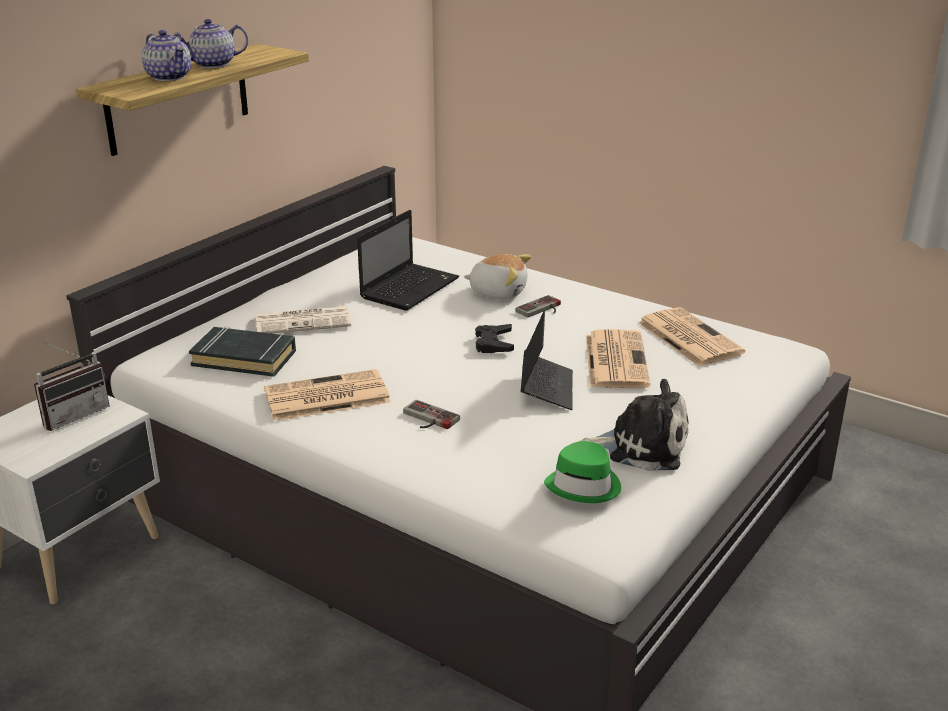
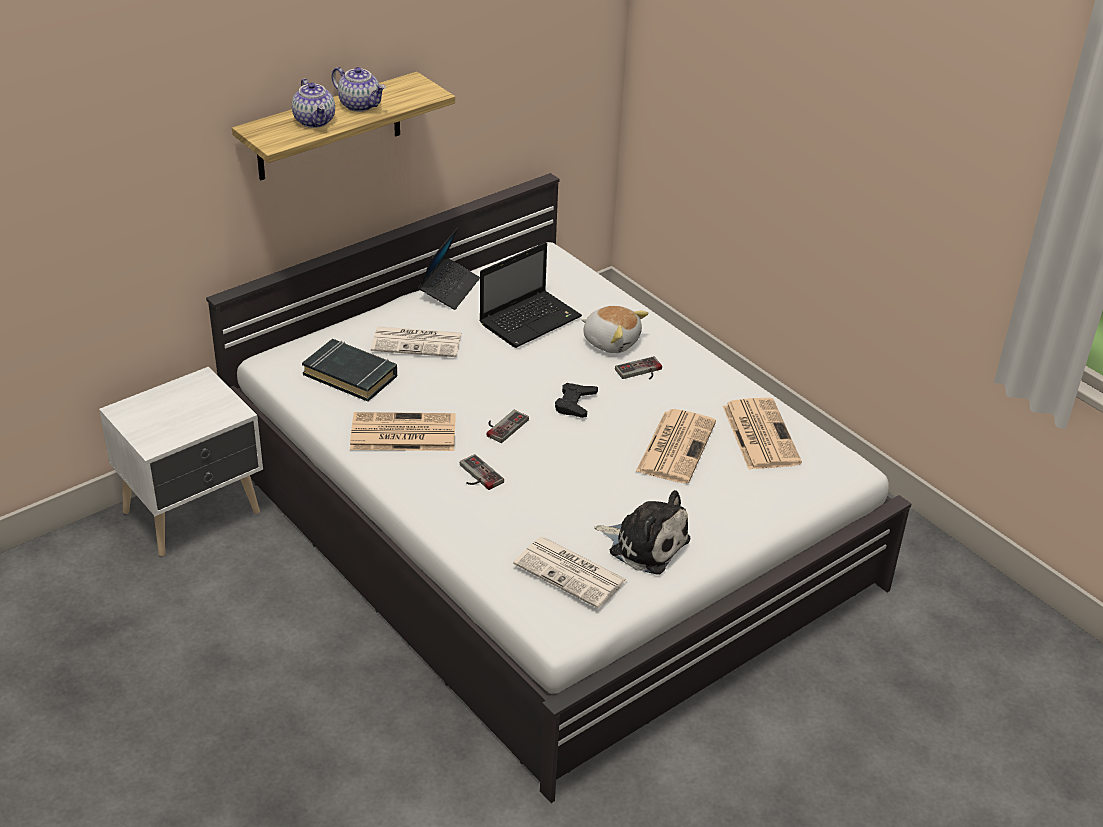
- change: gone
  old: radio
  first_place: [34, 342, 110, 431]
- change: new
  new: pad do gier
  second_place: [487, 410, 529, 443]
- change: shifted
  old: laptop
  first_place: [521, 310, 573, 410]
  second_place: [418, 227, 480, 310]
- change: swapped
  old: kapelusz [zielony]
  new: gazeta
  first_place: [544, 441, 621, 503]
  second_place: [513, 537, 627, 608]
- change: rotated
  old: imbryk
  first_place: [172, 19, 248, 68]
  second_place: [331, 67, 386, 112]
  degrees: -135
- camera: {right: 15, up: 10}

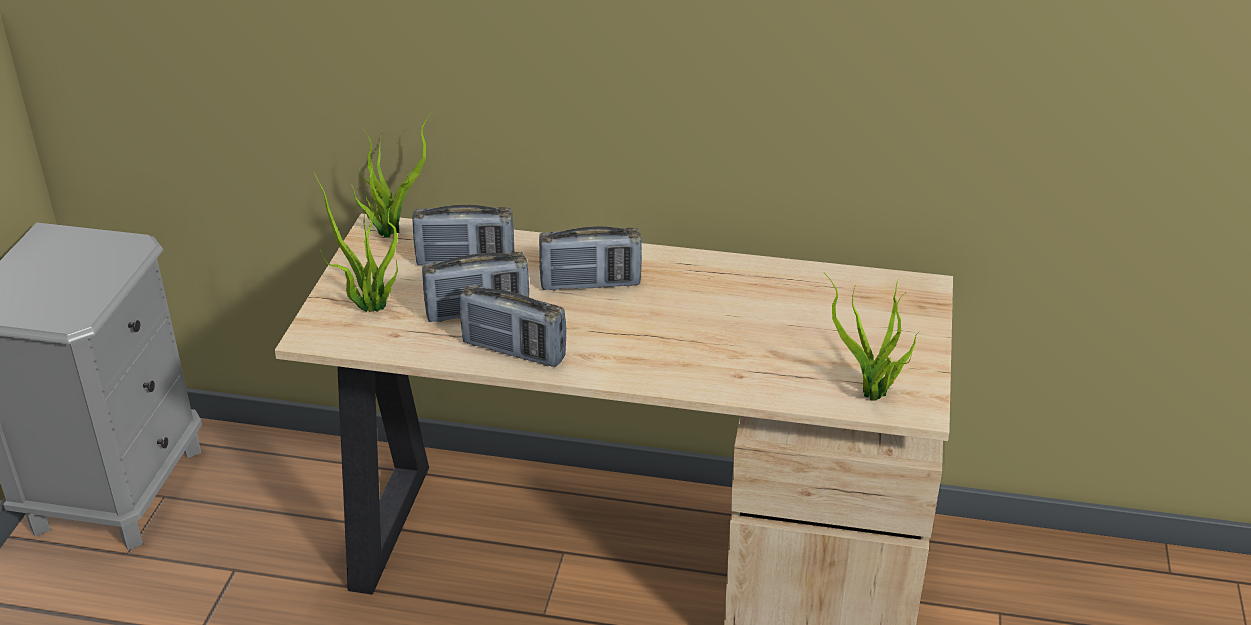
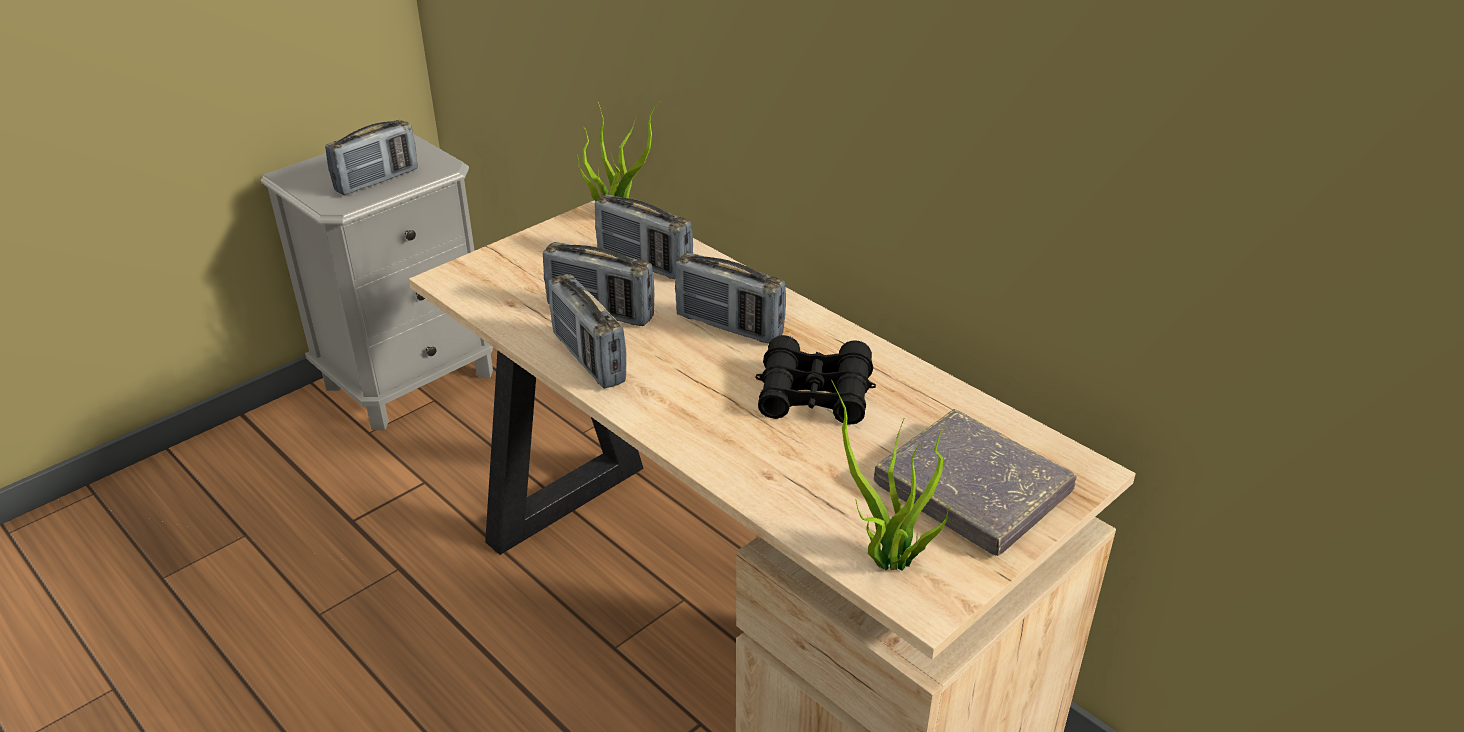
- change: gone
  old: roślina doniczkowa
  first_place: [313, 172, 398, 312]
- change: new
  new: radio
  second_place: [325, 120, 418, 195]
- change: new
  new: lornetka [czarny]
  second_place: [755, 335, 876, 425]
- change: new
  new: książka [szary]
  second_place: [874, 409, 1077, 556]
- camera: {right: 35, up: 0}

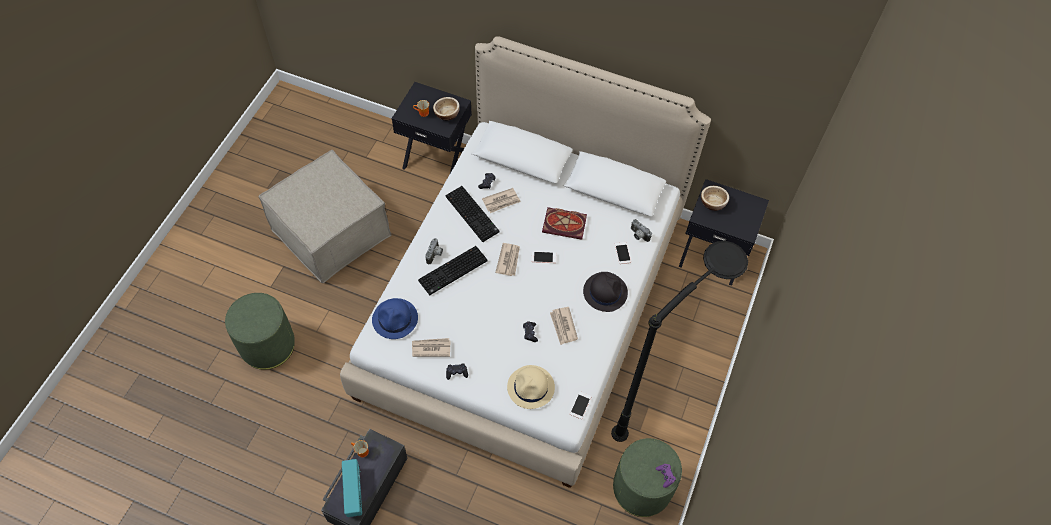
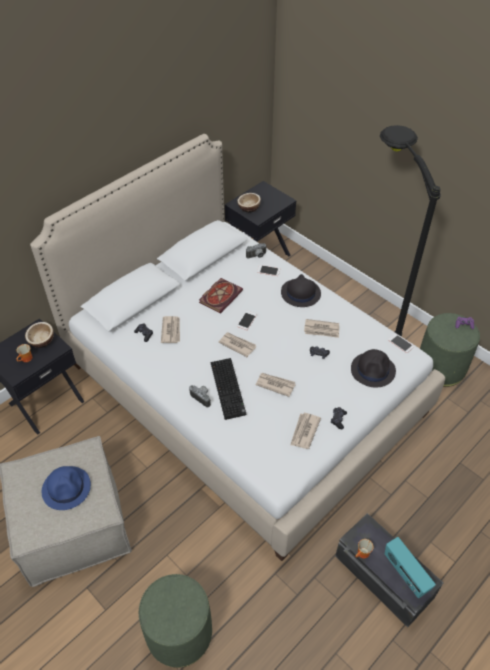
- change: gone
  old: klawiatura
  first_place: [446, 186, 499, 242]
- change: new
  new: gazeta
  second_place: [256, 373, 296, 397]
- change: shifted
  old: kapelusz [niebieski]
  first_place: [372, 298, 418, 339]
  second_place: [42, 466, 91, 510]
- change: repainted
  old: kapelusz [beżowy]
  new: kapelusz [czarny]
  first_place: [507, 365, 555, 409]
  second_place: [351, 349, 396, 388]
- change: rotated
  old: radio
  first_place: [342, 459, 362, 517]
  second_place: [385, 537, 436, 598]
  degrees: -135
- camera: {right: -65, up: -10}

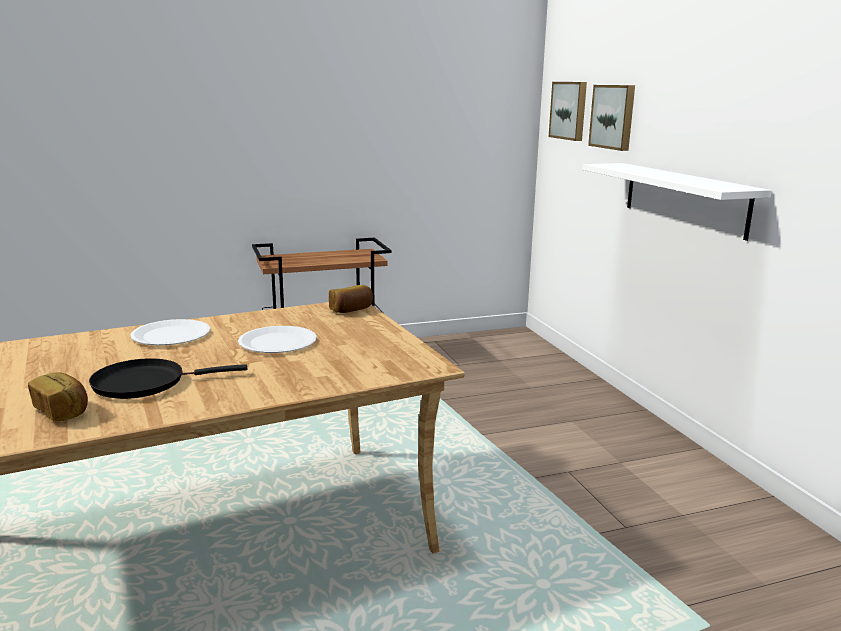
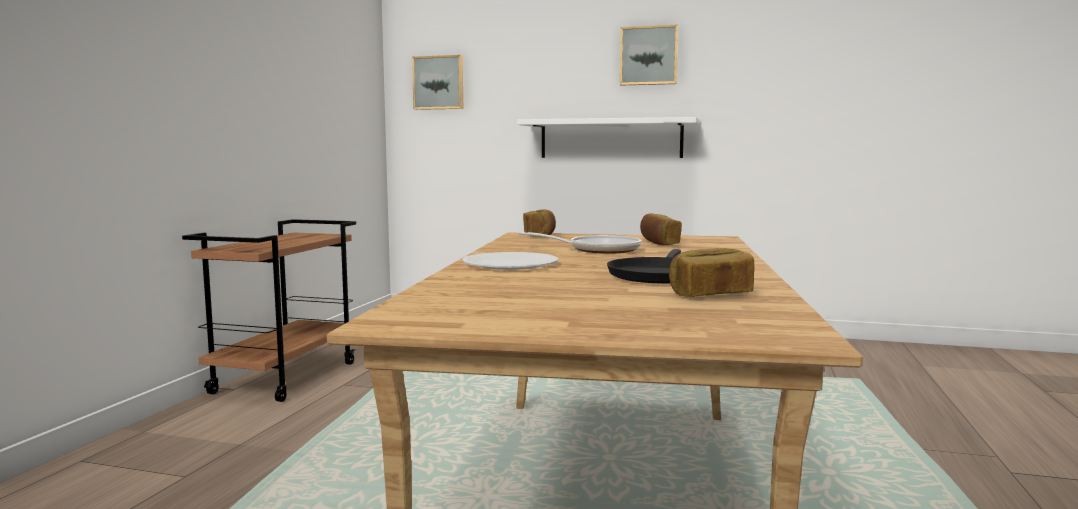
- change: new
  new: chleb
  second_place: [640, 213, 682, 245]
- change: shifted
  old: obraz
  first_place: [588, 85, 635, 151]
  second_place: [620, 24, 678, 86]
- change: swapped
  old: talerz [biały]
  new: patelnia
  first_place: [238, 326, 317, 353]
  second_place: [518, 232, 642, 254]
- camera: {right: -55, up: -10}

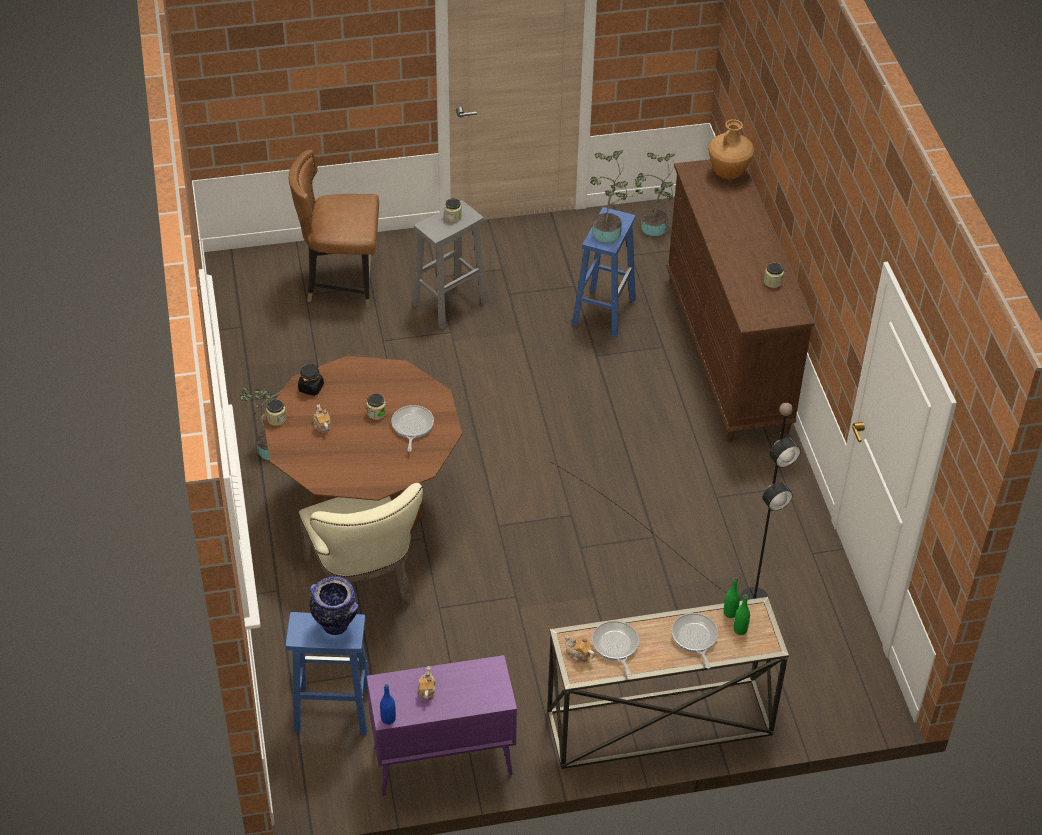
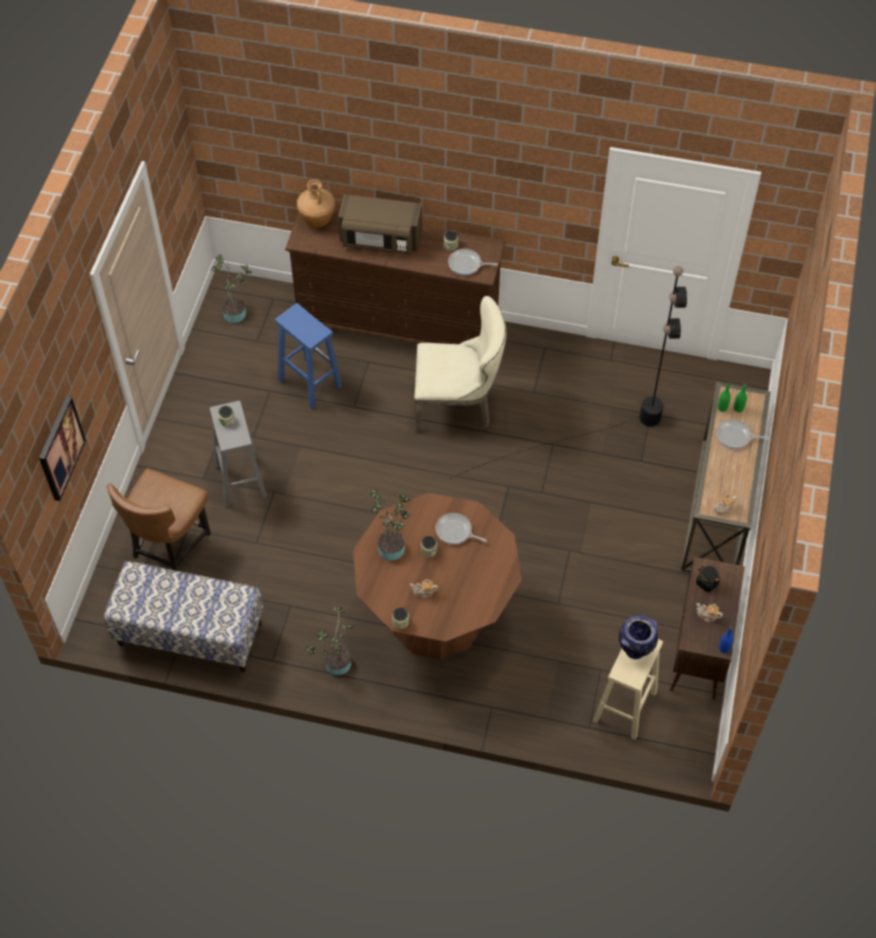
- change: new
  new: obraz
  second_place: [39, 396, 86, 501]
- change: new
  new: ławka
  second_place: [104, 561, 263, 672]
- change: new
  new: mikrofalówka [brązowy]
  second_place: [338, 194, 422, 255]
- change: shifted
  old: słoik [czarny]
  first_place: [298, 364, 324, 396]
  second_place: [696, 566, 720, 592]
- change: shifted
  old: krzesło [beżowy]
  first_place: [299, 483, 423, 608]
  second_place: [414, 296, 506, 432]
- change: shifted
  old: roślina doniczkowa
  first_place: [590, 150, 643, 243]
  second_place: [370, 488, 410, 561]
- change: shifted
  old: patelnia
  first_place: [592, 621, 639, 677]
  second_place: [448, 249, 498, 276]
- change: repainted
  old: stołek [niebieski]
  new: stołek [beżowy]
  first_place: [285, 612, 369, 735]
  second_place: [593, 639, 663, 740]
- change: repainted
  old: szafka [fioletowy]
  new: szafka [brązowy]
  first_place: [367, 655, 517, 796]
  second_place: [670, 557, 745, 700]
- camera: {right: -65, up: 10}

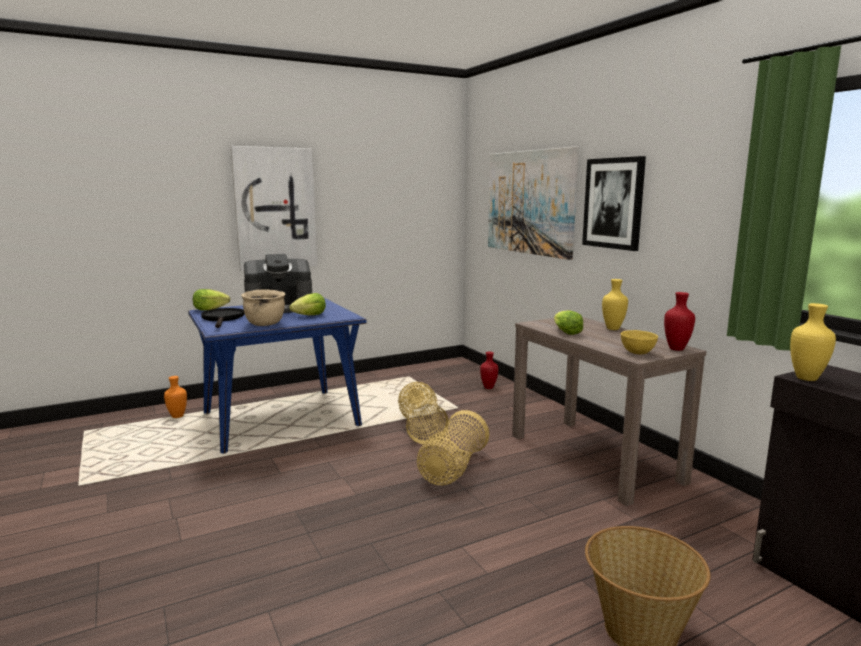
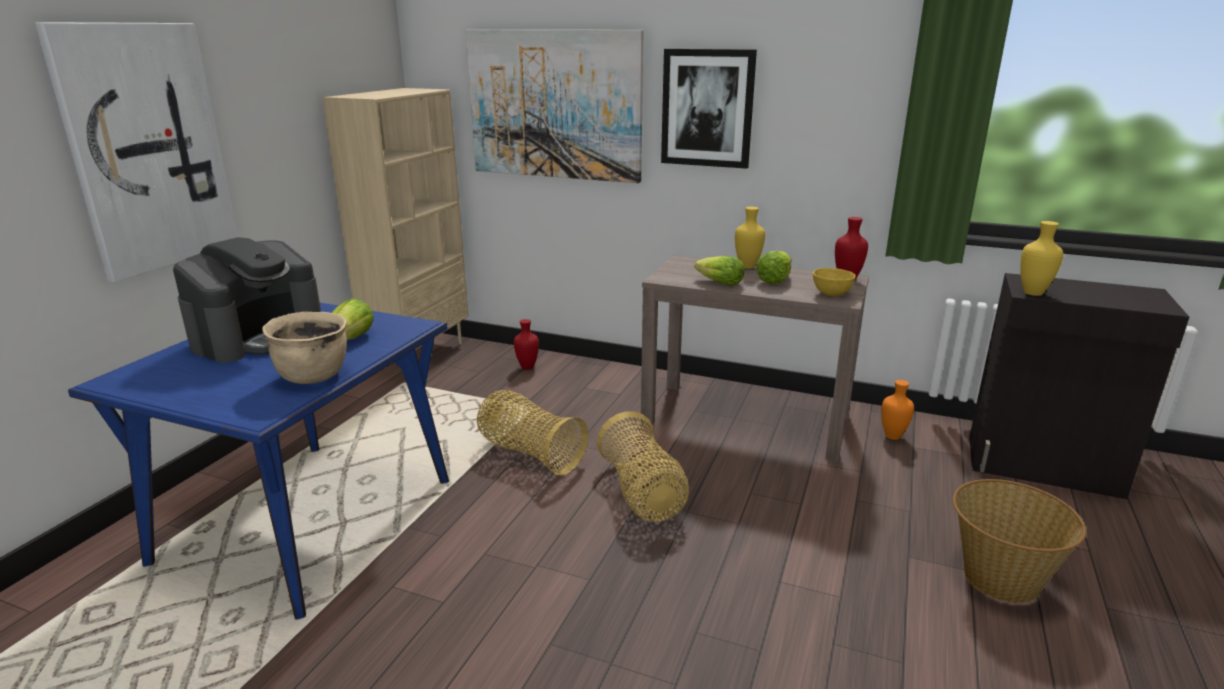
- change: gone
  old: patelnia [czarny]
  first_place: [201, 308, 245, 328]
- change: new
  new: regał [beżowy]
  second_place: [323, 88, 468, 350]
- change: shifted
  old: wazon [pomarańczowy]
  first_place: [164, 376, 187, 418]
  second_place: [881, 380, 914, 440]
- change: shifted
  old: sałata
  first_place: [193, 289, 230, 310]
  second_place: [756, 251, 792, 284]
- camera: {right: -40, up: 10}

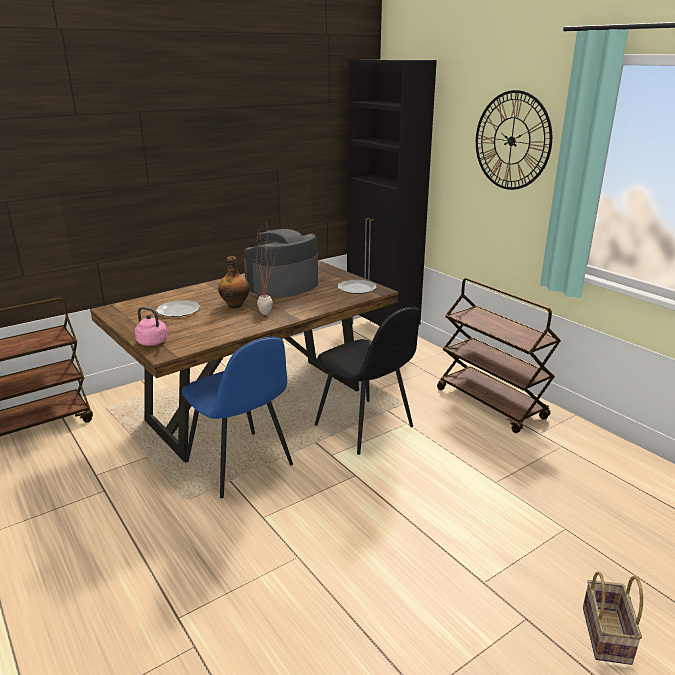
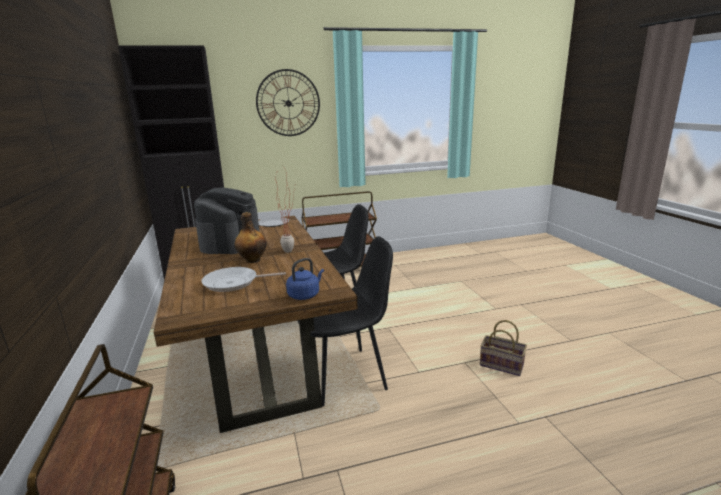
- change: shifted
  old: koszyk
  first_place: [583, 571, 643, 665]
  second_place: [480, 320, 527, 376]
- change: swapped
  old: talerz
  new: patelnia
  first_place: [156, 300, 200, 317]
  second_place: [201, 267, 286, 292]
- change: repainted
  old: czajnik [różowy]
  new: czajnik [niebieski]
  first_place: [135, 307, 169, 346]
  second_place: [286, 258, 324, 300]
- change: repainted
  old: krzesło [niebieski]
  new: krzesło [czarny]
  first_place: [182, 337, 293, 498]
  second_place: [297, 236, 393, 407]
- change: rotated
  old: ekspres do kawy
  first_place: [244, 229, 318, 298]
  second_place: [194, 187, 259, 254]
  degrees: -150
- camera: {right: -70, up: -5}

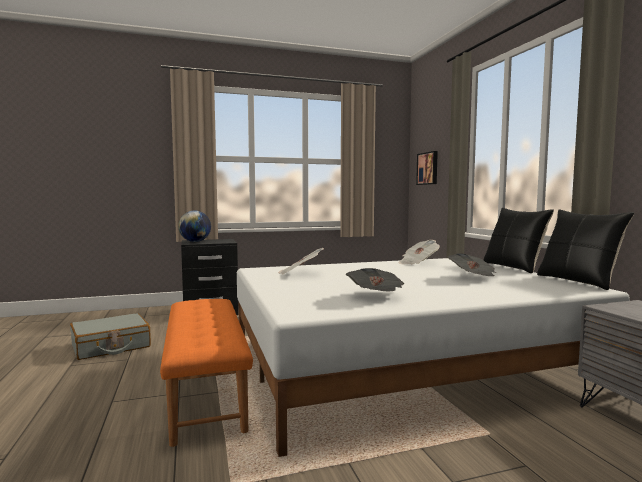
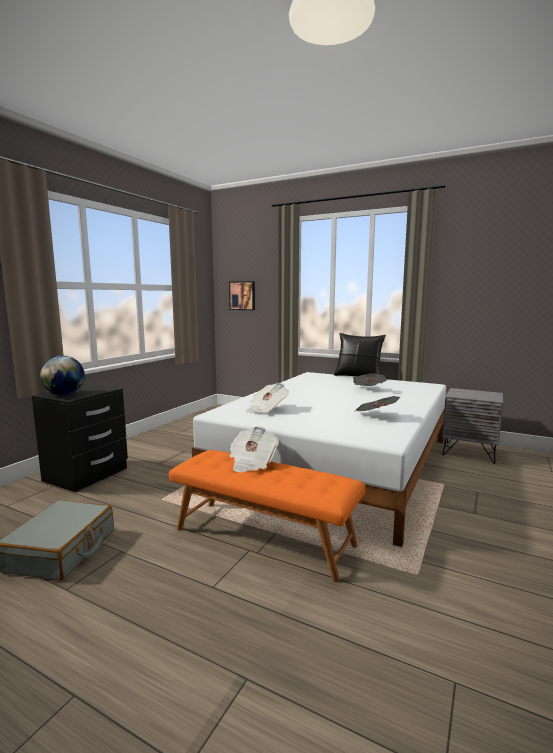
- change: gone
  old: poduszka [czarny]
  first_place: [537, 210, 634, 290]
- change: shifted
  old: gazeta
  first_place: [398, 240, 440, 264]
  second_place: [229, 426, 279, 472]
- camera: {right: -45, up: 5}

